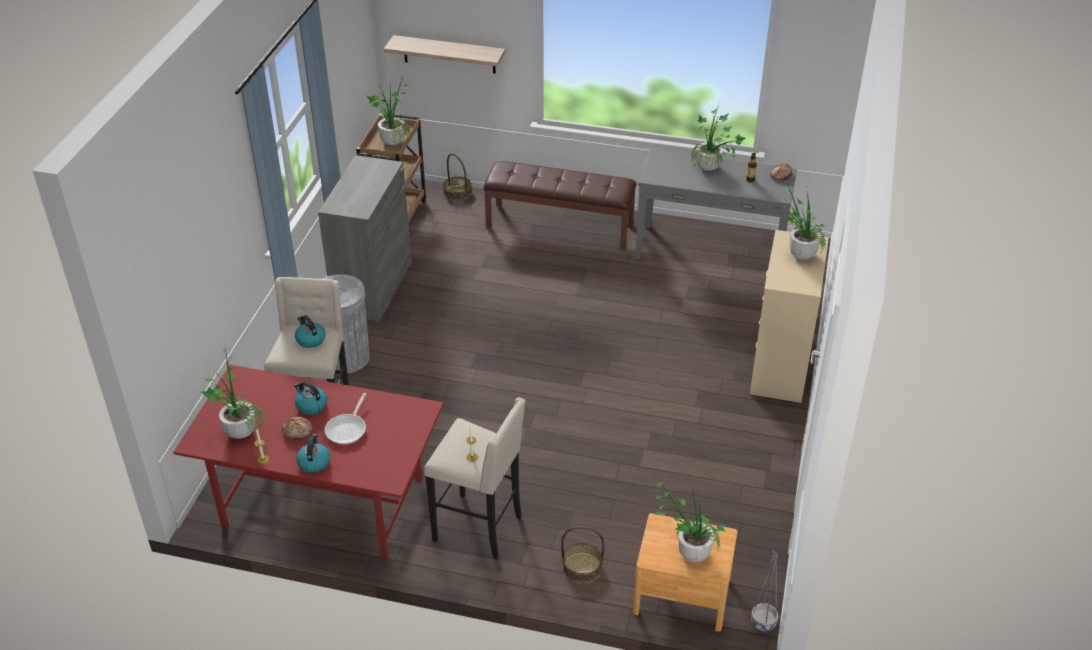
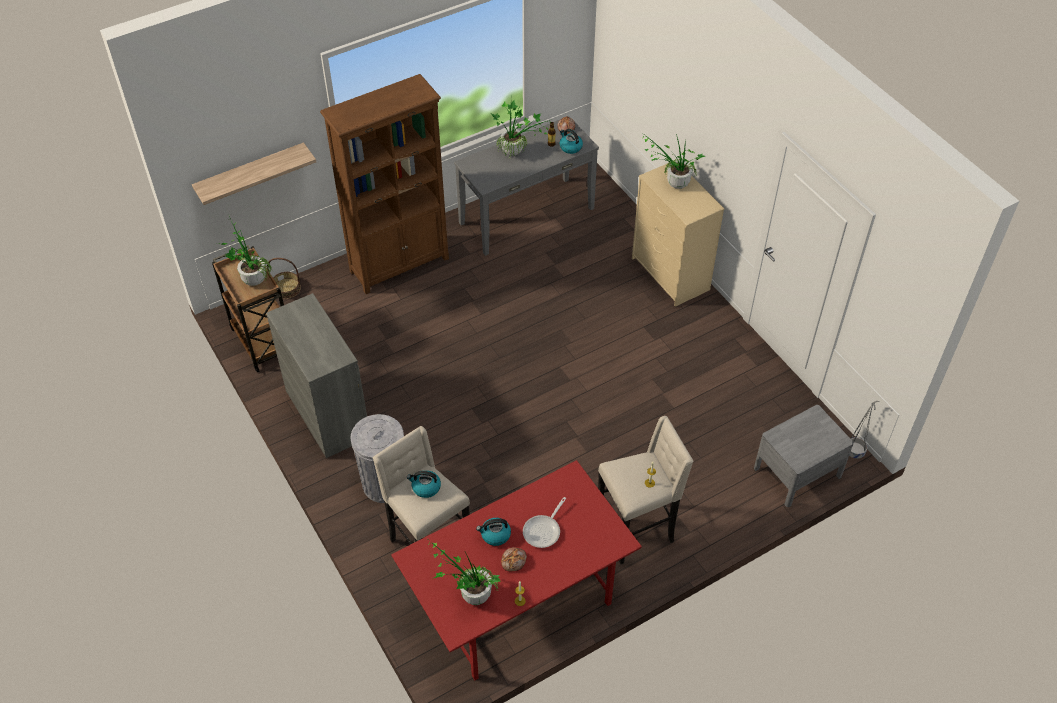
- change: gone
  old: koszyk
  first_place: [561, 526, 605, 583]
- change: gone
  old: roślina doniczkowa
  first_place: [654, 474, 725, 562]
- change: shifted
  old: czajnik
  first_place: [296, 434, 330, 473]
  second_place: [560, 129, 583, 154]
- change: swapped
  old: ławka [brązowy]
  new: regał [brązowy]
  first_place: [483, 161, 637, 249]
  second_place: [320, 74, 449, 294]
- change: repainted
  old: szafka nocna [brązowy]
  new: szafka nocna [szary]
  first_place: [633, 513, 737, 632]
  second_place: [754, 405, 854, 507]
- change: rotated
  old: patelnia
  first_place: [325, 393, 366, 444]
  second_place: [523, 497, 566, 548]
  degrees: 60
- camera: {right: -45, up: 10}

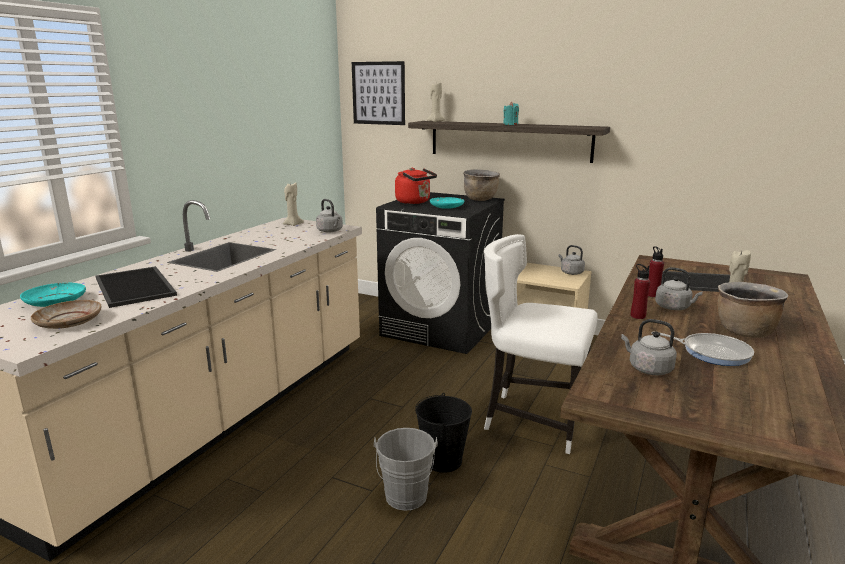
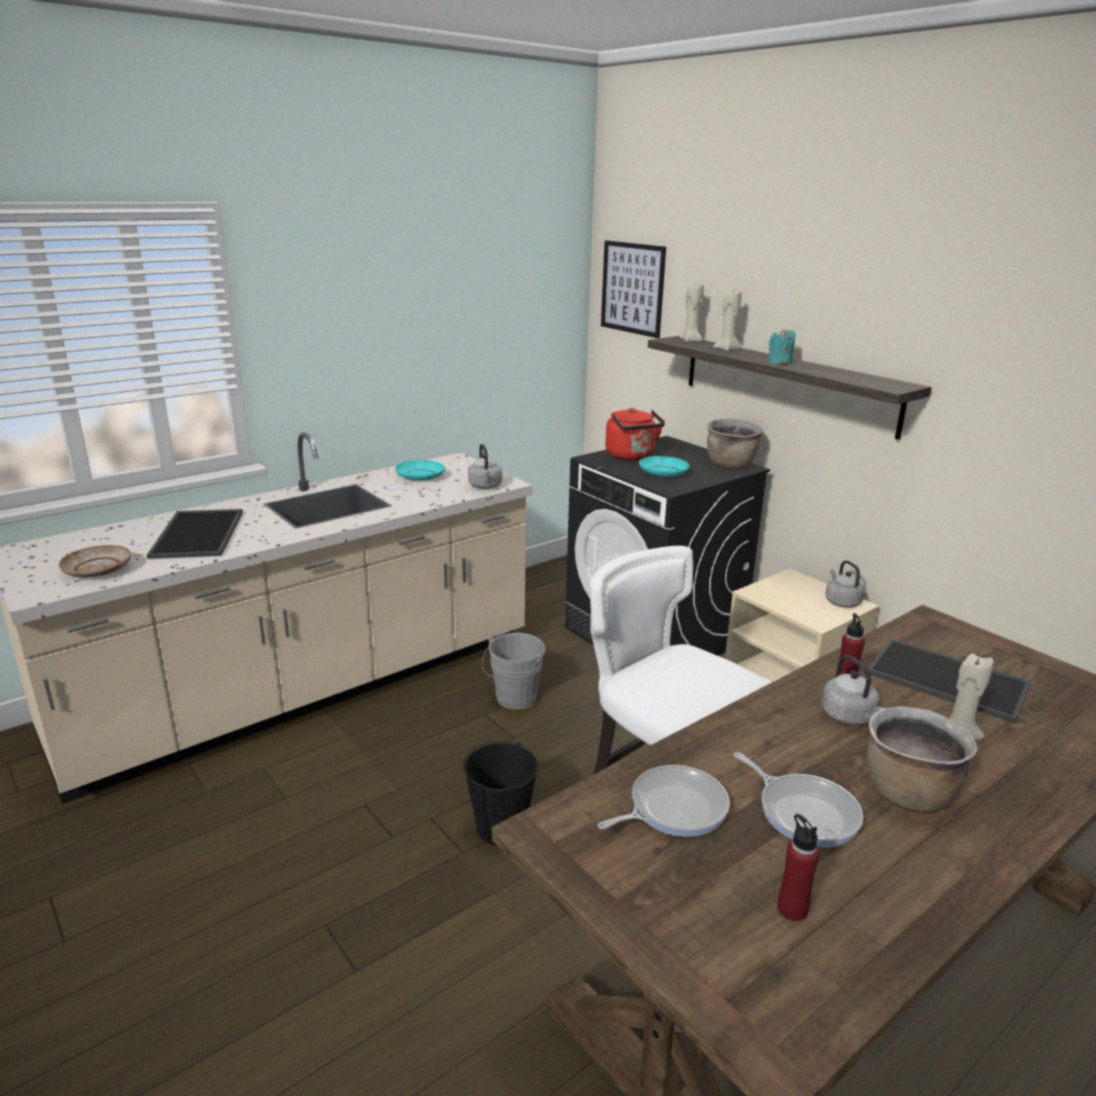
- change: shifted
  old: talerz [turkusowy]
  first_place: [20, 283, 86, 307]
  second_place: [395, 460, 445, 481]
- change: shifted
  old: świeca [beżowy]
  first_place: [283, 182, 304, 226]
  second_place: [713, 291, 742, 351]
- change: shifted
  old: wiadro [szary]
  first_place: [374, 428, 438, 511]
  second_place: [482, 633, 546, 709]
- change: shifted
  old: butelka [czerwony]
  first_place: [631, 264, 650, 319]
  second_place: [777, 814, 819, 921]
- change: swapped
  old: czajnik [szary]
  new: patelnia
  first_place: [621, 319, 677, 375]
  second_place: [598, 765, 730, 837]
- camera: {right: 25, up: 5}

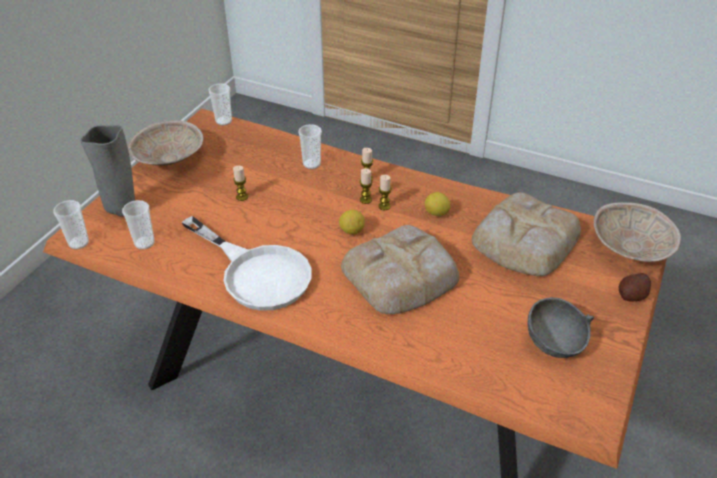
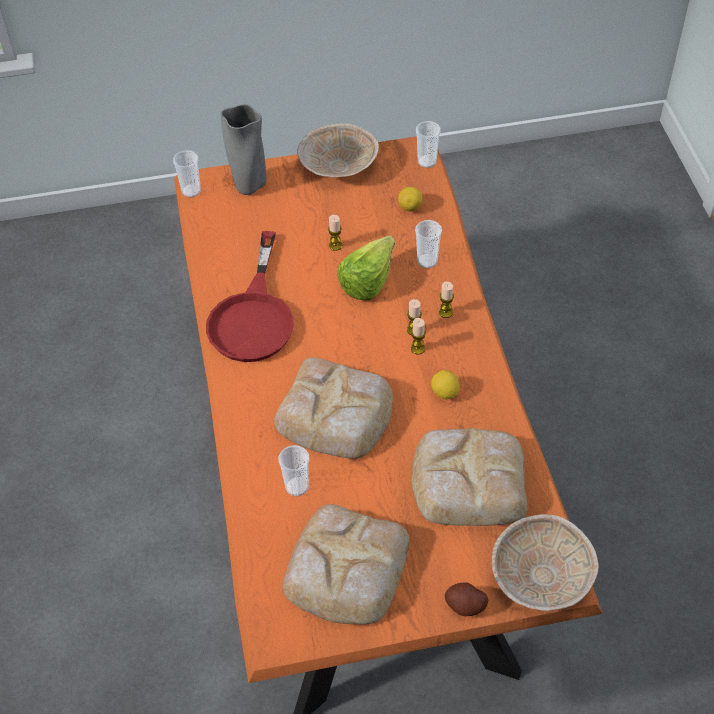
- change: new
  new: sałata
  second_place: [337, 236, 395, 300]
- change: shifted
  old: filiżanka
  first_place: [122, 200, 155, 250]
  second_place: [278, 445, 310, 496]
- change: shifted
  old: cytryna
  first_place: [339, 210, 365, 234]
  second_place: [398, 187, 423, 212]
- change: swapped
  old: miska [szary]
  new: chleb
  first_place: [528, 297, 594, 358]
  second_place: [283, 504, 409, 625]
- change: repainted
  old: patelnia [biały]
  new: patelnia [czerwony]
  first_place: [182, 216, 312, 311]
  second_place: [206, 231, 294, 362]
- camera: {right: 55, up: 10}

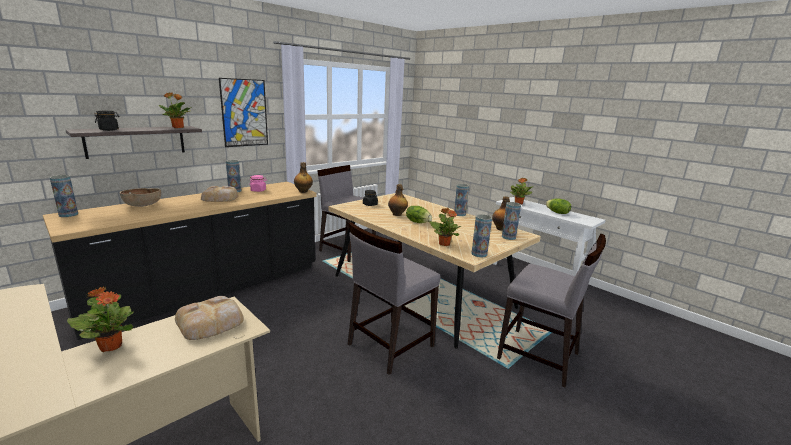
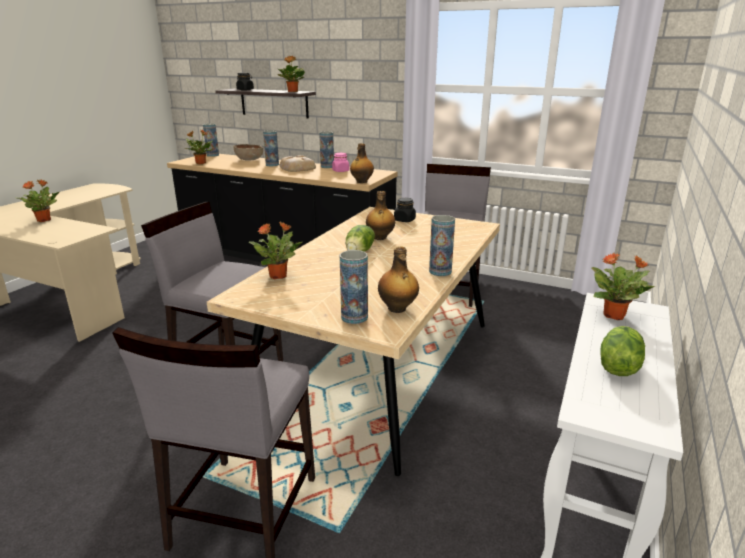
- change: gone
  old: chleb
  first_place: [175, 296, 244, 340]
- change: gone
  old: obraz
  first_place: [219, 78, 268, 147]
- change: new
  new: roślina doniczkowa
  second_place: [185, 130, 212, 164]
- change: shifted
  old: wazon
  first_place: [471, 214, 492, 257]
  second_place: [263, 130, 279, 166]
- camera: {right: 70, up: 5}

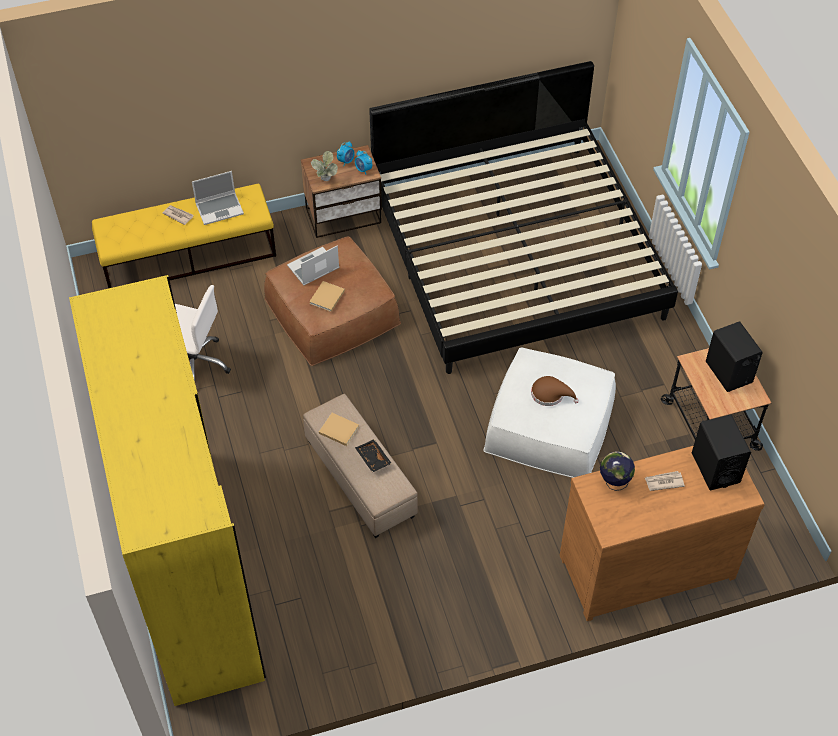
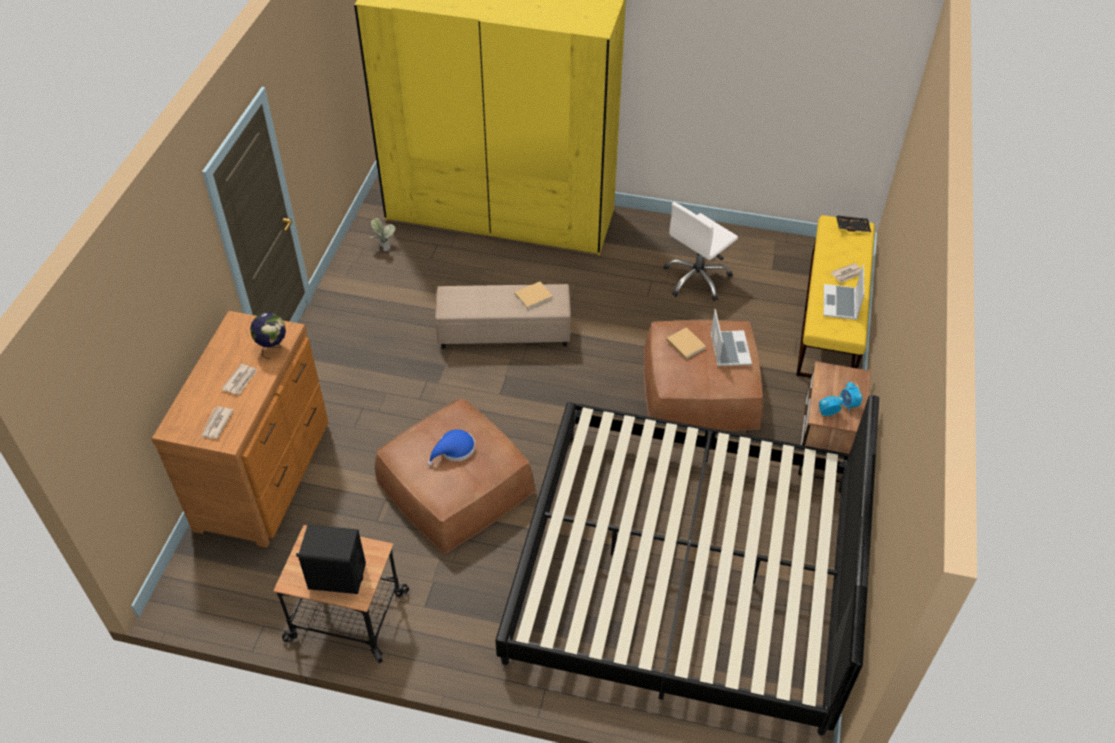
- change: shifted
  old: roślina doniczkowa
  first_place: [311, 151, 338, 181]
  second_place: [371, 218, 395, 251]
- change: shifted
  old: taca [czarny]
  first_place: [355, 439, 392, 473]
  second_place: [836, 215, 871, 232]
- change: swapped
  old: głośnik [czarny]
  new: gazeta
  first_place: [692, 415, 751, 490]
  second_place: [201, 407, 234, 439]
- change: repainted
  old: pufa [biały]
  new: pufa [brązowy]
  first_place: [483, 348, 616, 478]
  second_place: [375, 399, 536, 554]
- change: repainted
  old: kapelusz [brązowy]
  new: kapelusz [niebieski]
  first_place: [531, 376, 579, 406]
  second_place: [428, 429, 475, 466]
- camera: {right: 120, up: -5}

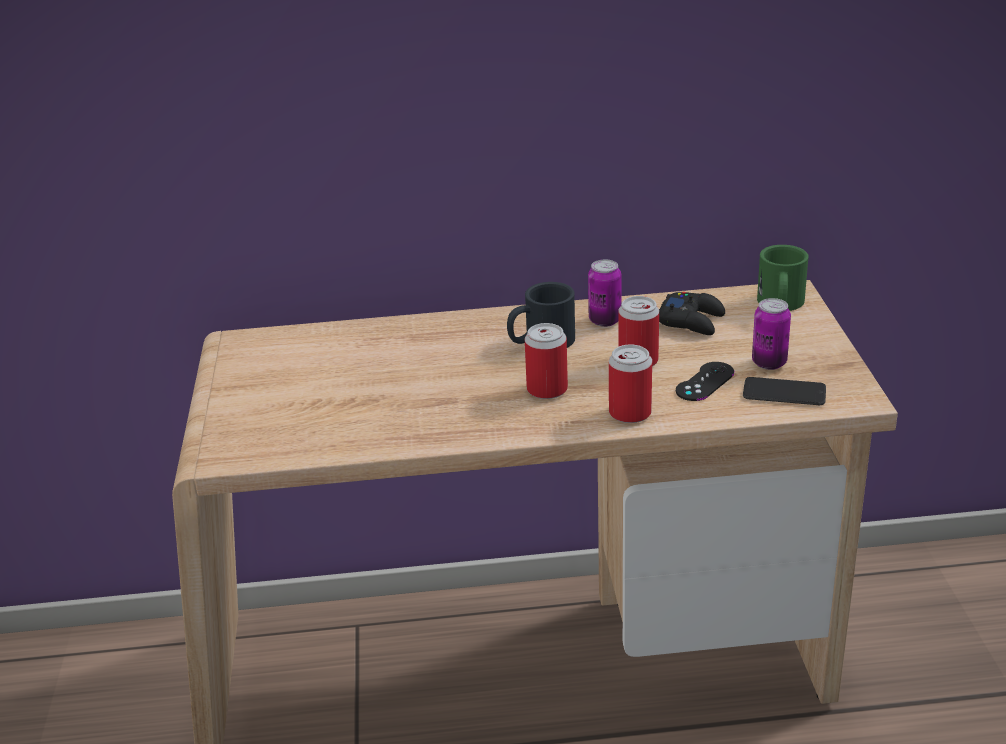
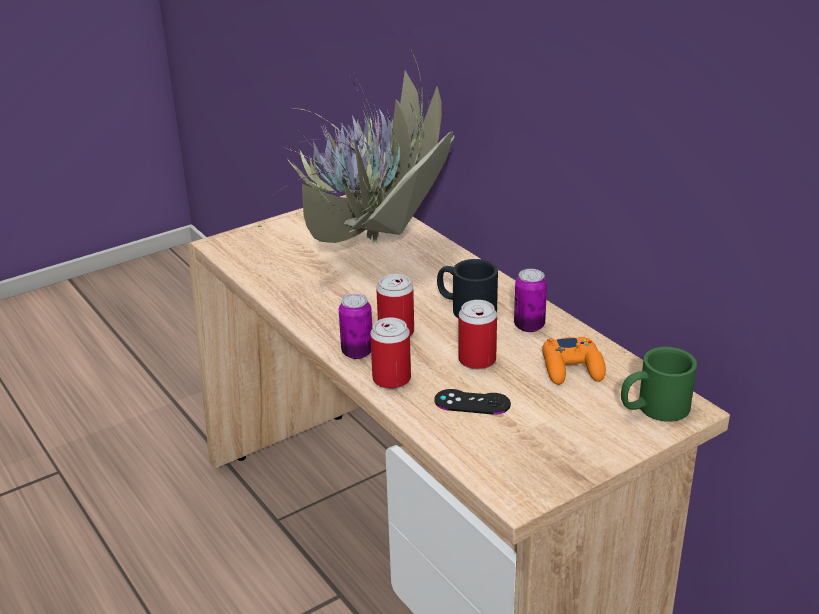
- change: gone
  old: telefon
  first_place: [743, 377, 826, 405]
- change: new
  new: roślina doniczkowa
  second_place: [258, 50, 454, 243]
- change: shifted
  old: puszka
  first_place: [752, 298, 791, 370]
  second_place: [339, 294, 372, 359]
- change: repainted
  old: pad do gier [czarny]
  new: pad do gier [pomarańczowy]
  first_place: [659, 292, 725, 335]
  second_place: [542, 336, 606, 385]
- camera: {right: 60, up: 0}

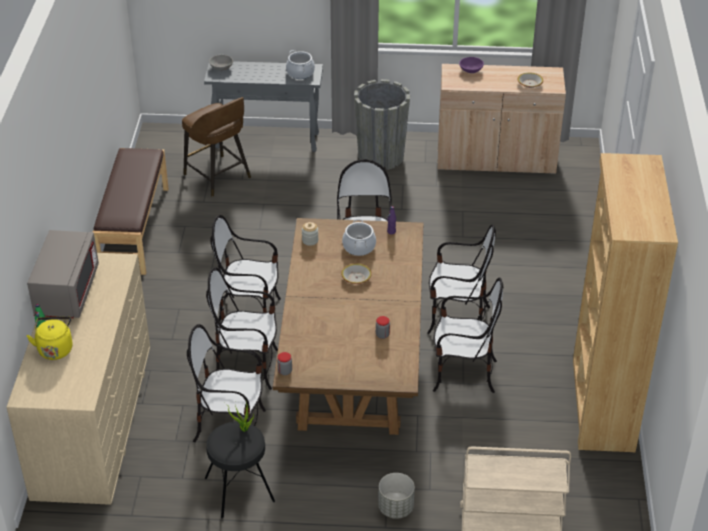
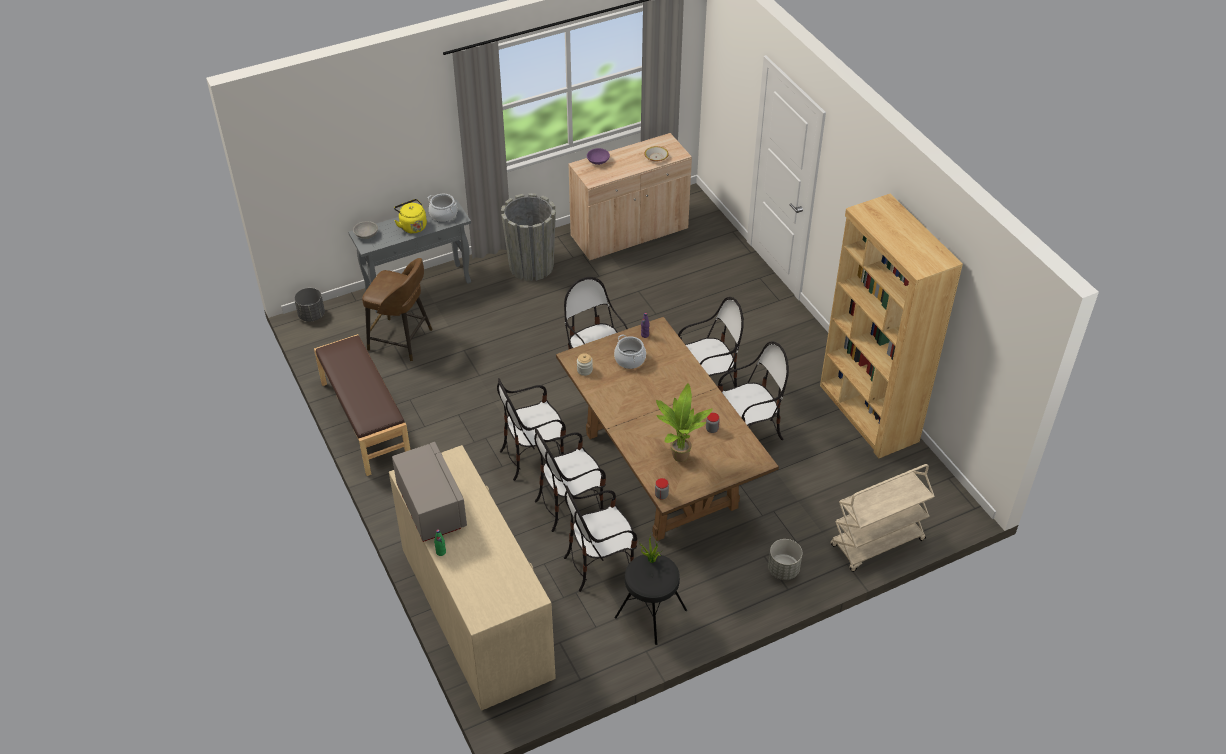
- change: gone
  old: miska
  first_place: [341, 263, 372, 284]
- change: new
  new: donica [szary]
  second_place: [294, 288, 325, 322]
- change: new
  new: roślina doniczkowa
  second_place: [656, 383, 713, 462]
- change: shifted
  old: czajnik [żółty]
  first_place: [27, 316, 73, 360]
  second_place: [394, 199, 427, 233]
- camera: {right: -30, up: 5}

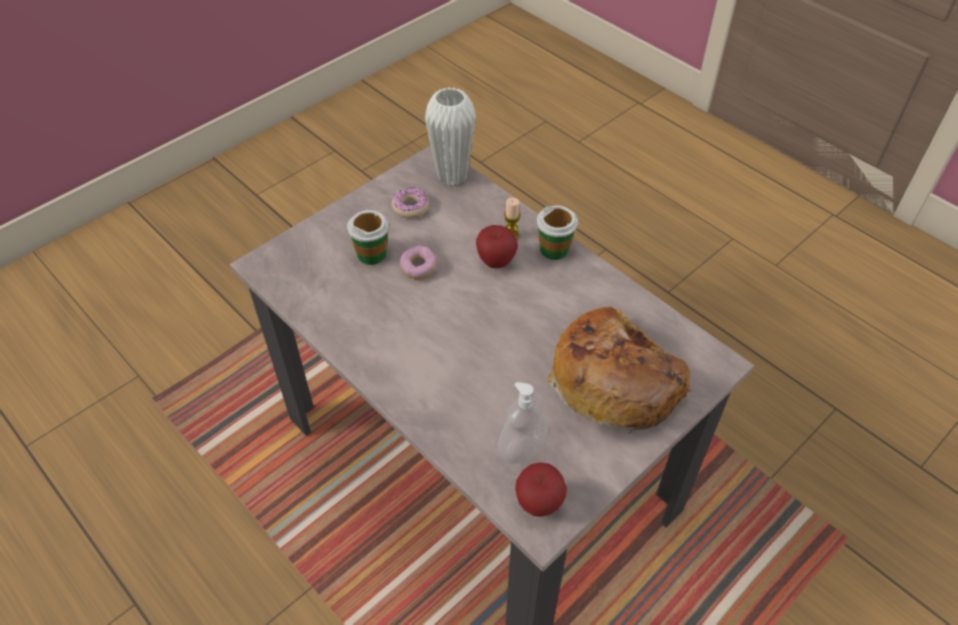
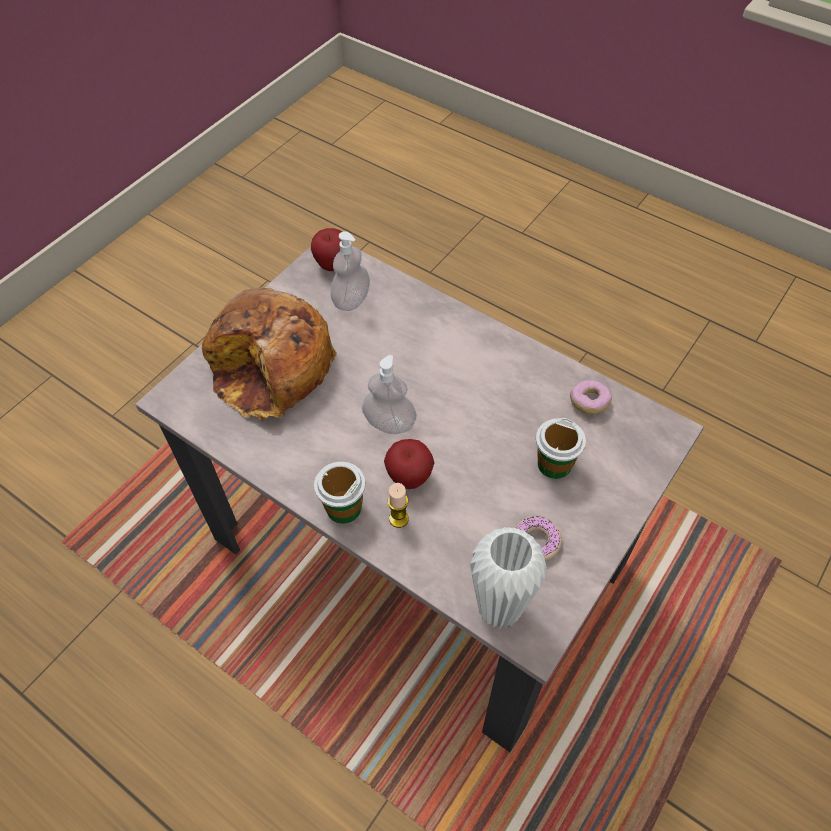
- change: new
  new: dozownik mydła
  second_place: [362, 355, 417, 434]
- change: shifted
  old: donut
  first_place: [400, 245, 437, 279]
  second_place: [570, 380, 612, 414]
- camera: {right: 170, up: 5}

